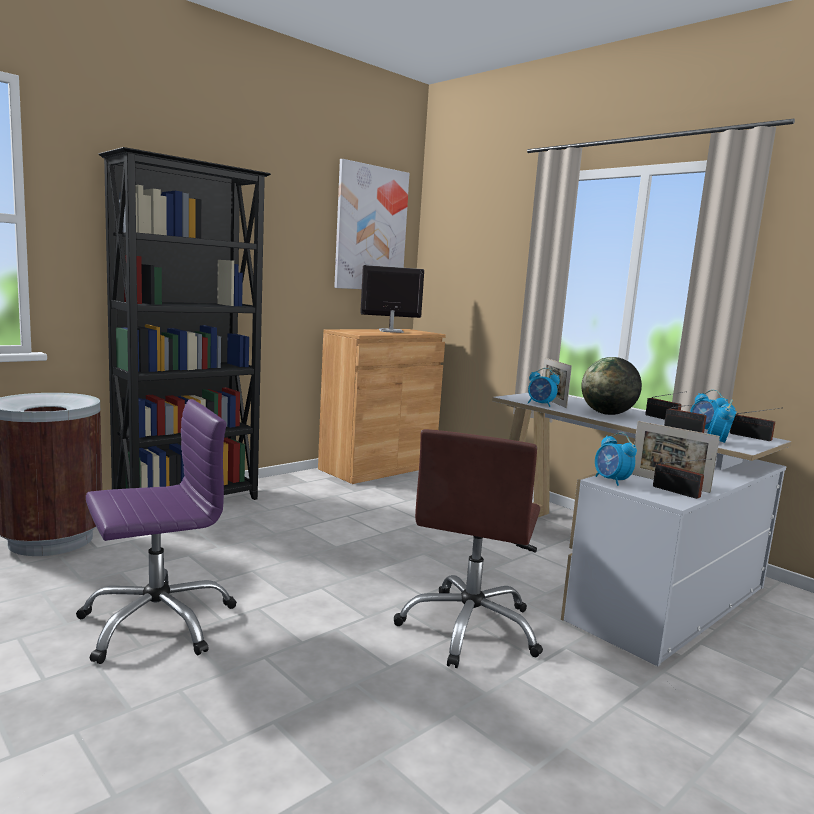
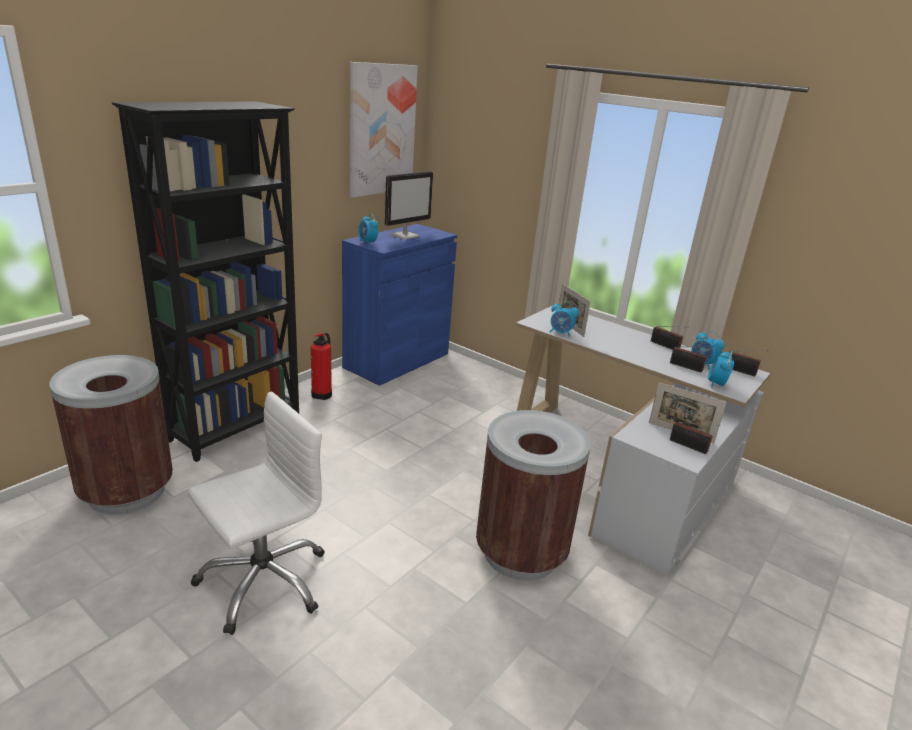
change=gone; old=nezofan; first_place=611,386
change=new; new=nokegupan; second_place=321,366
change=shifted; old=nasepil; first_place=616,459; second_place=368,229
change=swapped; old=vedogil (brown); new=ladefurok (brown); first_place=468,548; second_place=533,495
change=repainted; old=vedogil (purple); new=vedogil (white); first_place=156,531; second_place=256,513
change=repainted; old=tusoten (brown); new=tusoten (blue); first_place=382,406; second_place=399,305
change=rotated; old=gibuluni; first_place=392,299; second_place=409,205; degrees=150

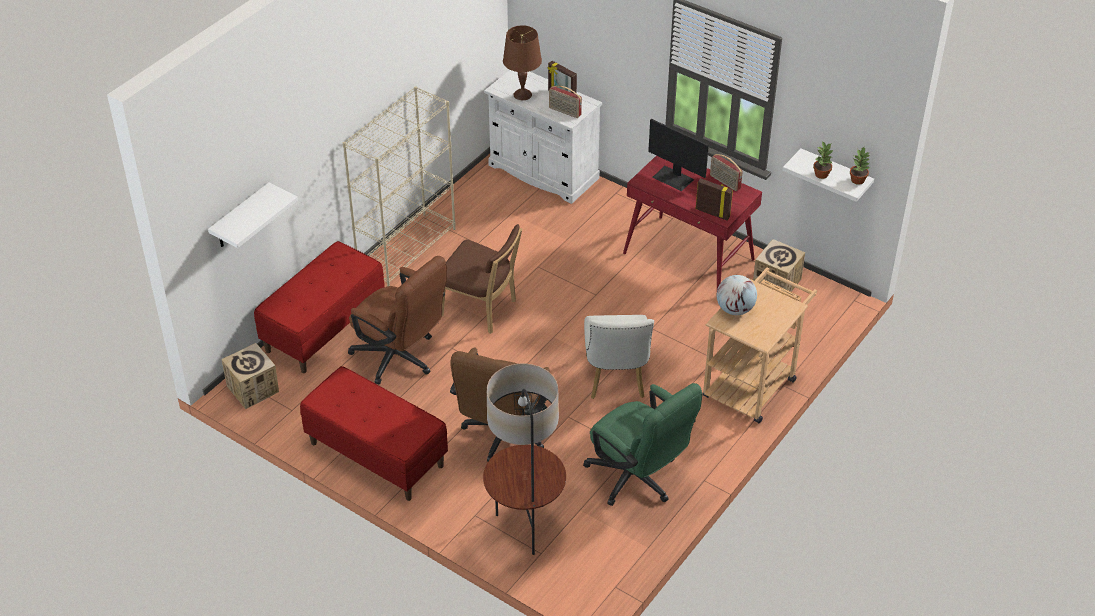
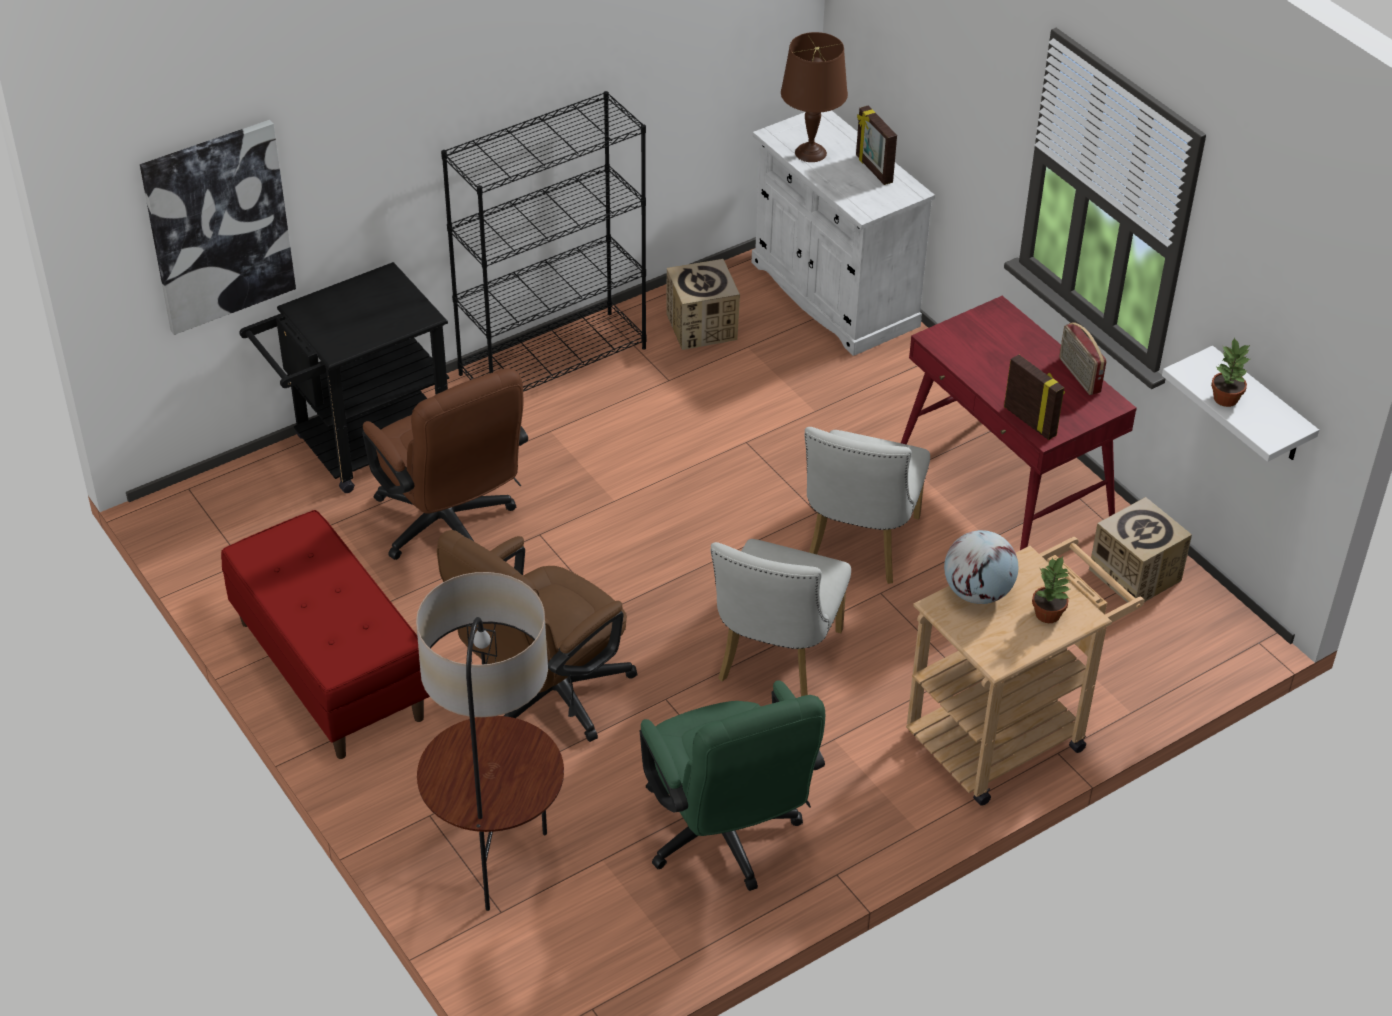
change=gone; old=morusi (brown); first_place=482,279
change=gone; old=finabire; first_place=565,101
change=gone; old=gibuluni; first_place=678,155
change=new; new=morusi (white); second_place=867,505
change=shifted; old=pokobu; first_place=250,376; second_place=703,304
change=shifted; old=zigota; first_place=860,166; second_place=1051,590
change=swapped; old=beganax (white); new=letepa; first_place=253,215; second_place=218,227
change=swapped; old=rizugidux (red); new=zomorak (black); first_place=319,307; second_place=344,377
change=repainted; old=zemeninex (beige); new=zemeninex (black); first_place=399,186; second_place=543,241

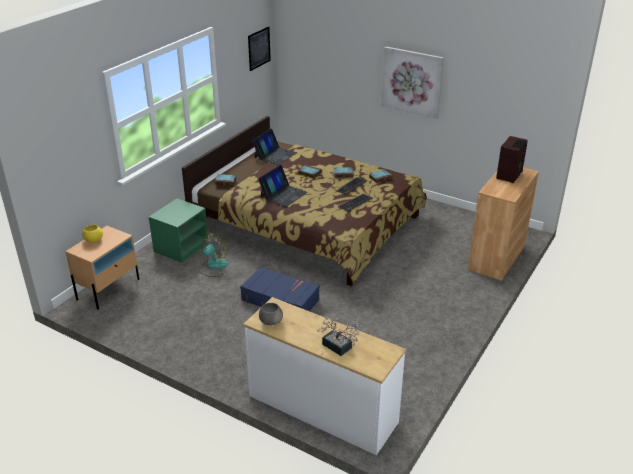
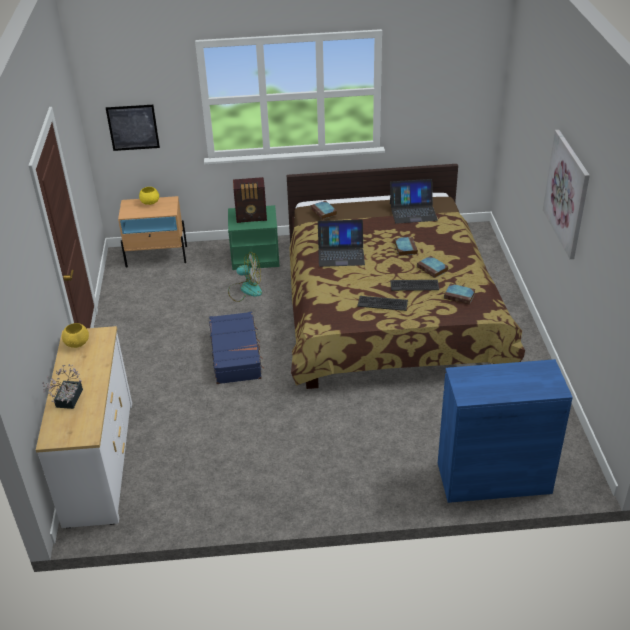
change=shifted; old=letepa; first_place=259,48; second_place=133,128
change=shifted; old=finabire; first_place=512,159; second_place=250,200
change=repainted; old=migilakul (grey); new=migilakul (yellow); first_place=271,314; second_place=75,335
change=repainted; old=tusoten (brown); new=tusoten (blue); first_place=503,224; second_place=505,431

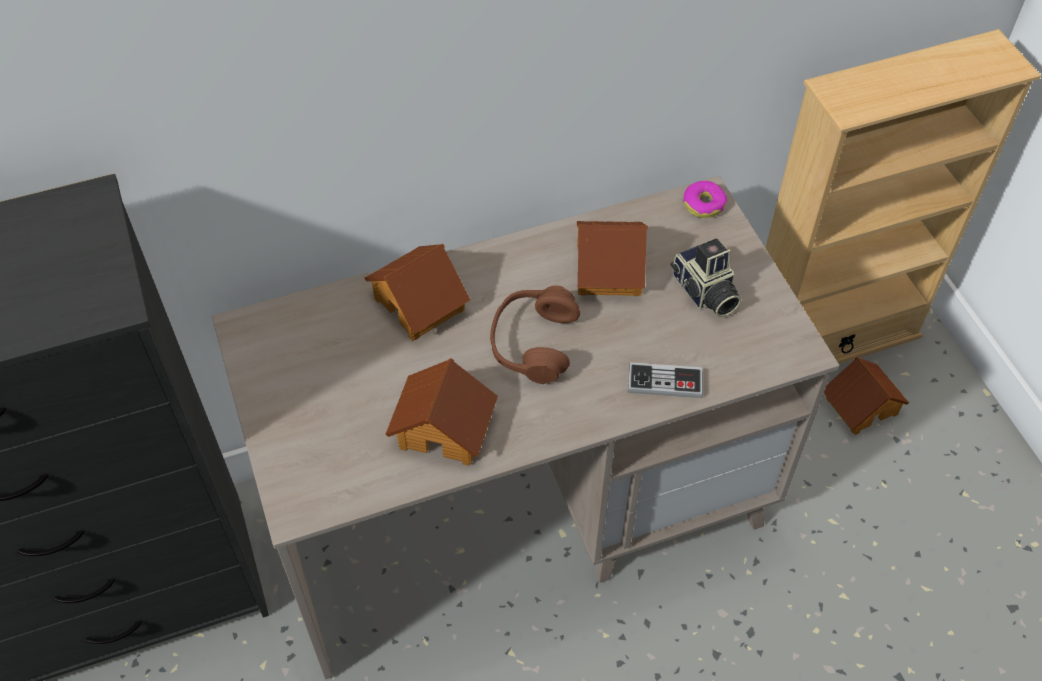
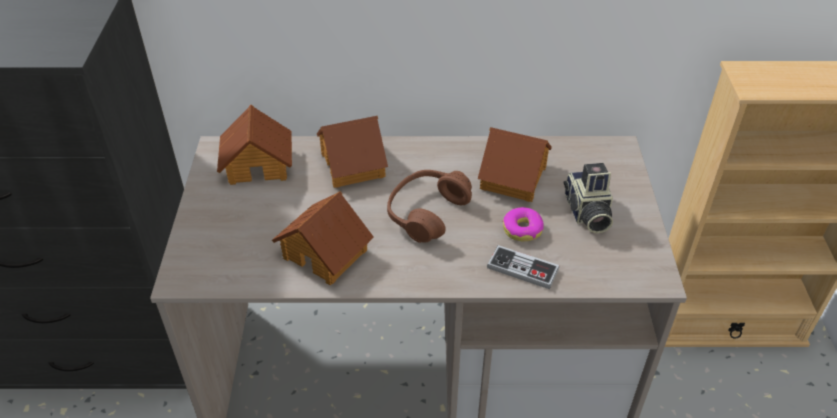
change=shifted; old=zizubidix; first_place=705,199; second_place=523,224
change=shifted; old=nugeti; first_place=866,396; second_place=254,145

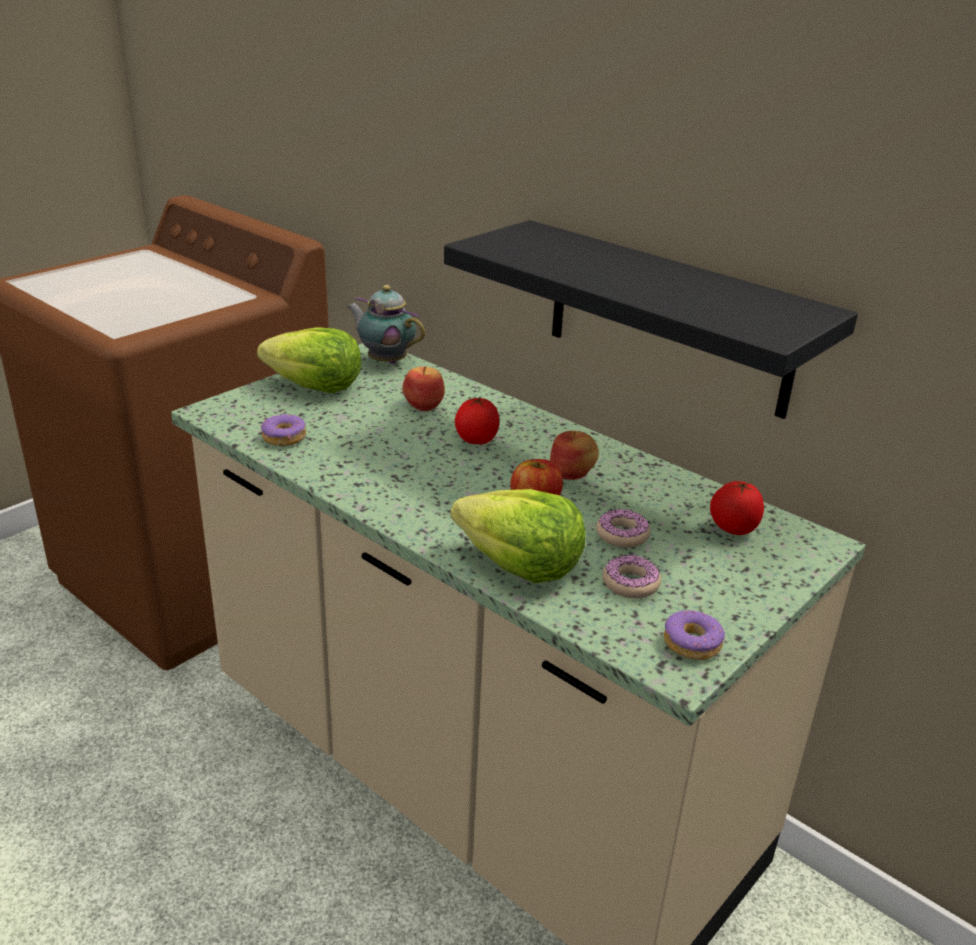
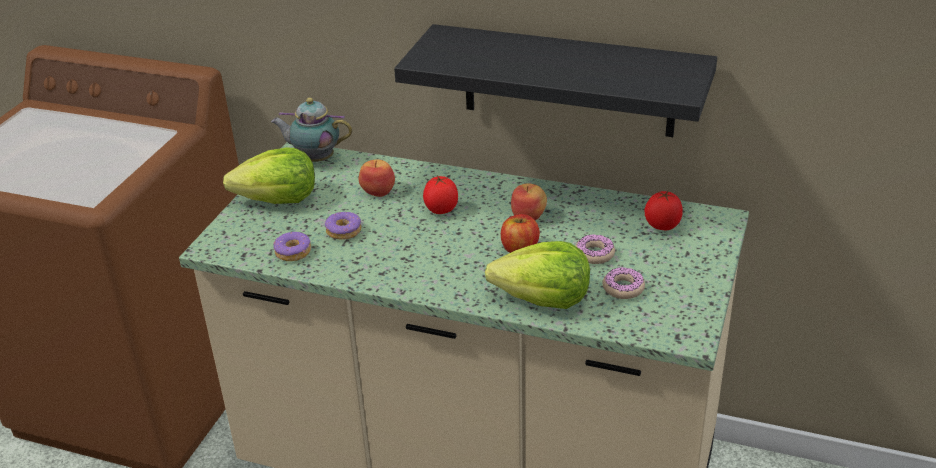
change=shifted; old=zizubidix; first_place=694,635; second_place=343,226

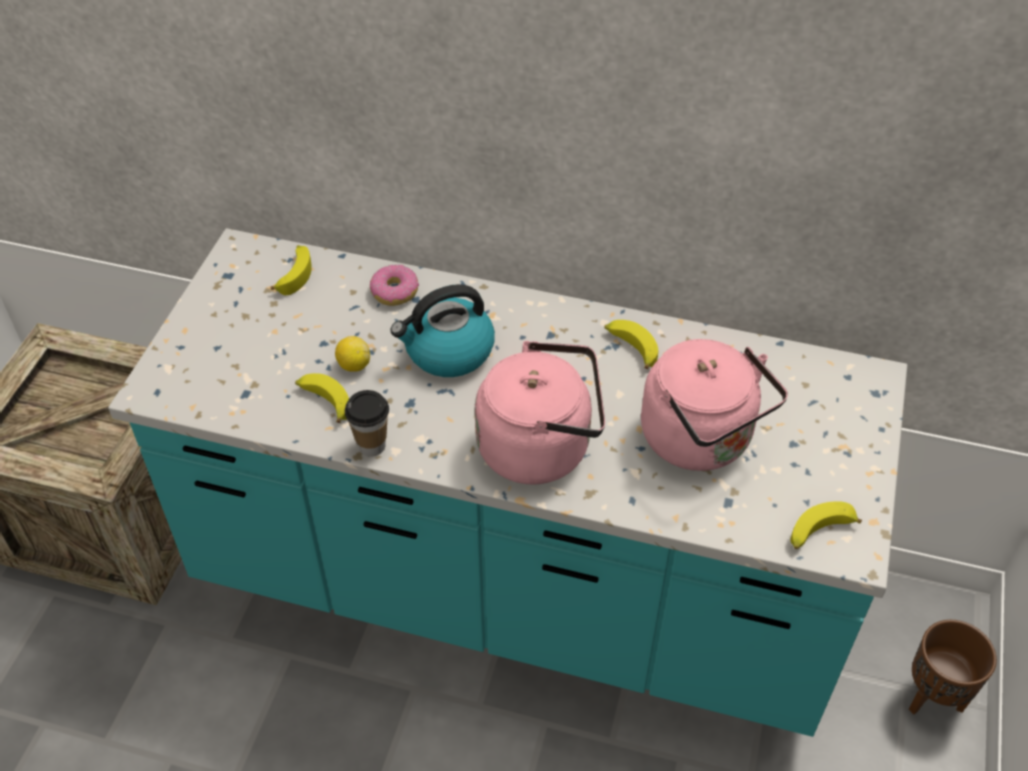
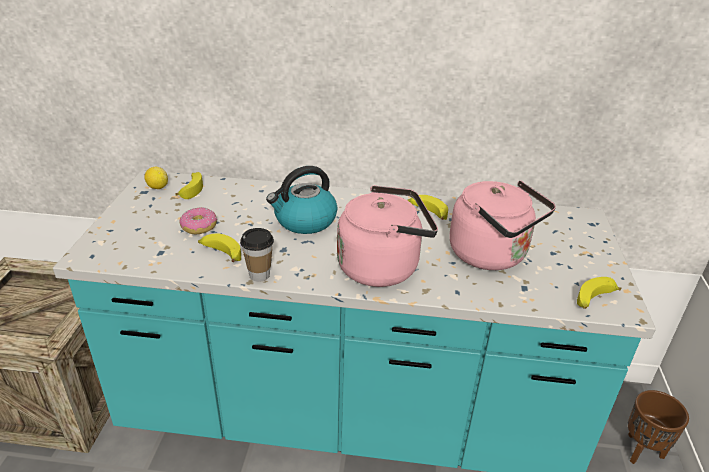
change=shifted; old=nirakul; first_place=352,354; second_place=156,178
change=shifted; old=zizubidix; first_place=394,285; second_place=198,220

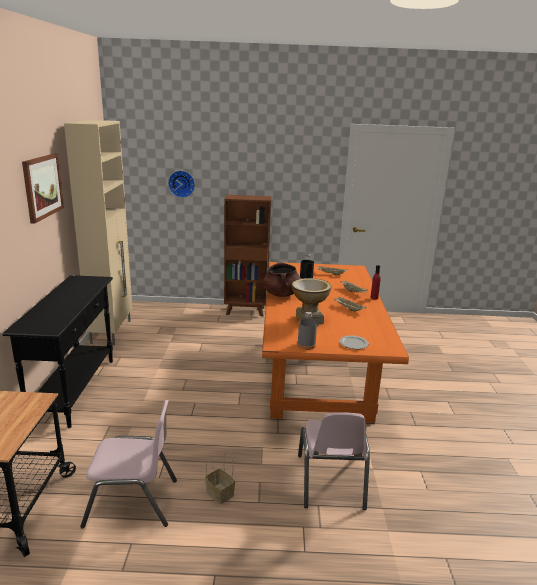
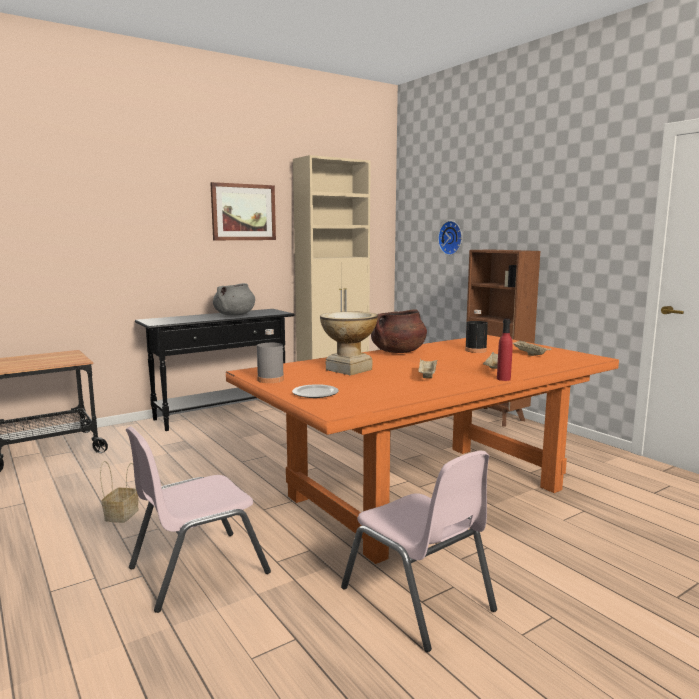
change=new; new=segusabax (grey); second_place=234,299
change=shifted; old=morusi (pink); first_place=128,464; second_place=419,551

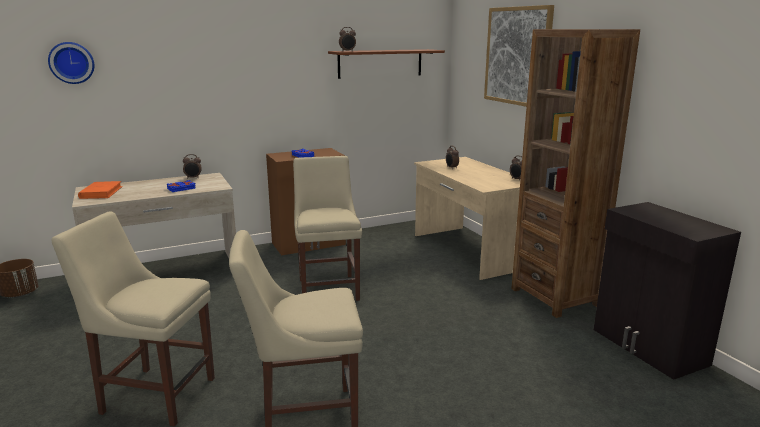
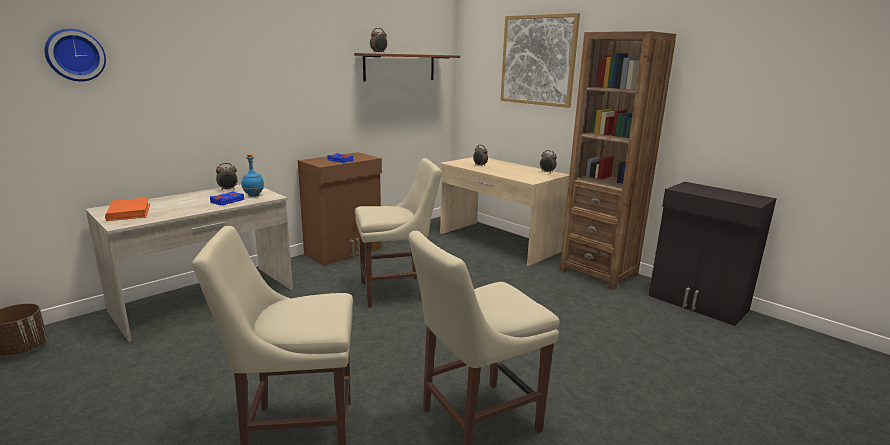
change=new; new=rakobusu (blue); second_place=252,175
change=rotated; old=morusi (beige); first_place=327,228; second_place=398,232; degrees=105

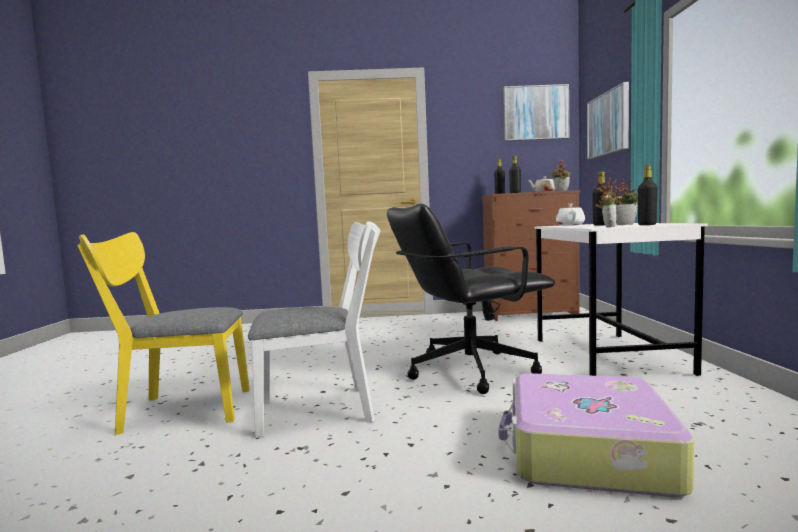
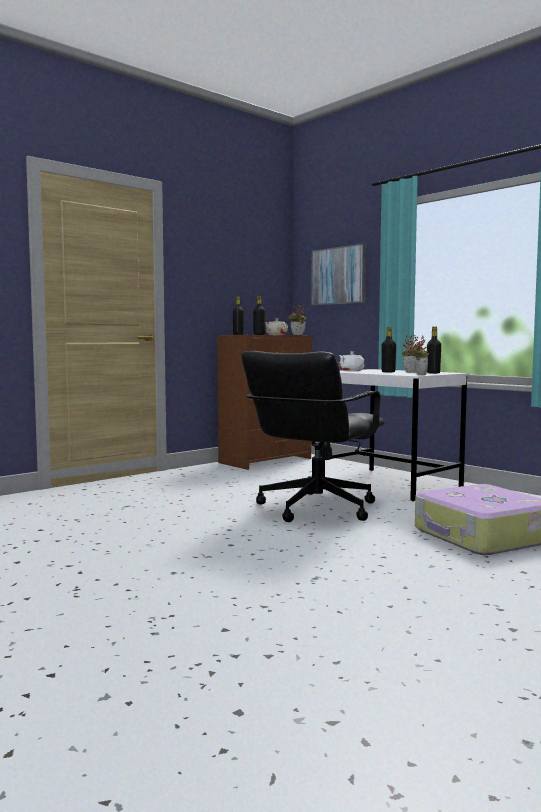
change=gone; old=morusi (yellow); first_place=164,333
change=gone; old=morusi (white); first_place=314,329
change=gone; old=letepa; first_place=536,112

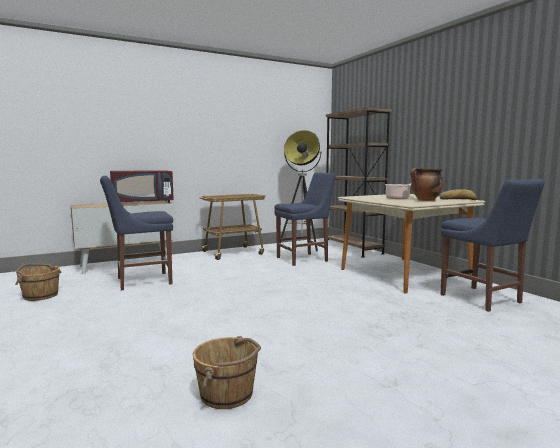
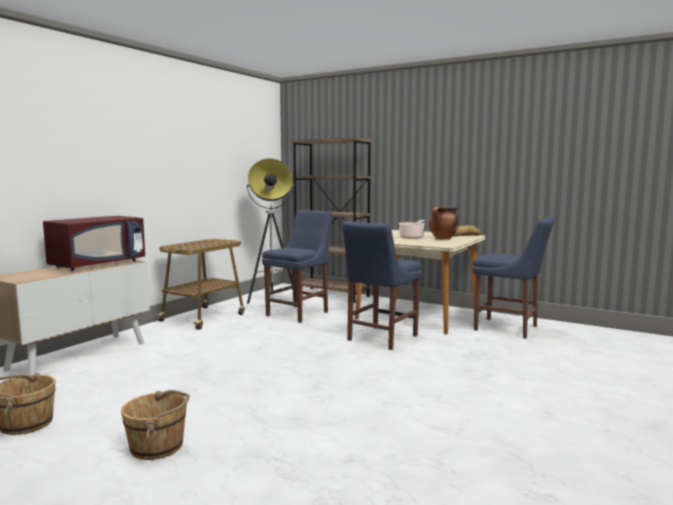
change=shifted; old=morusi (blue); first_place=136,233; second_place=382,285
change=shifted; old=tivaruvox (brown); first_place=227,372; second_place=155,425

